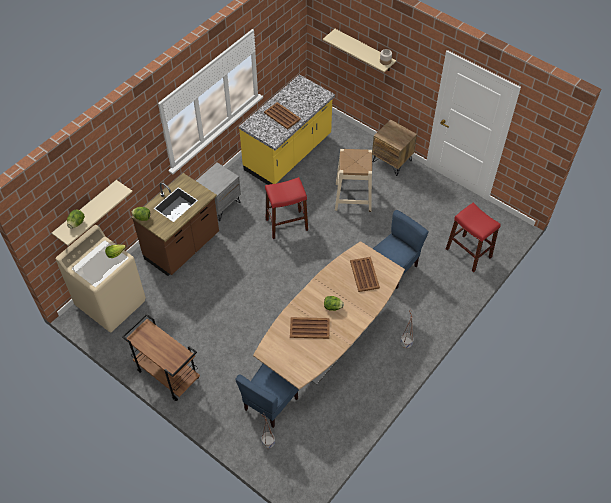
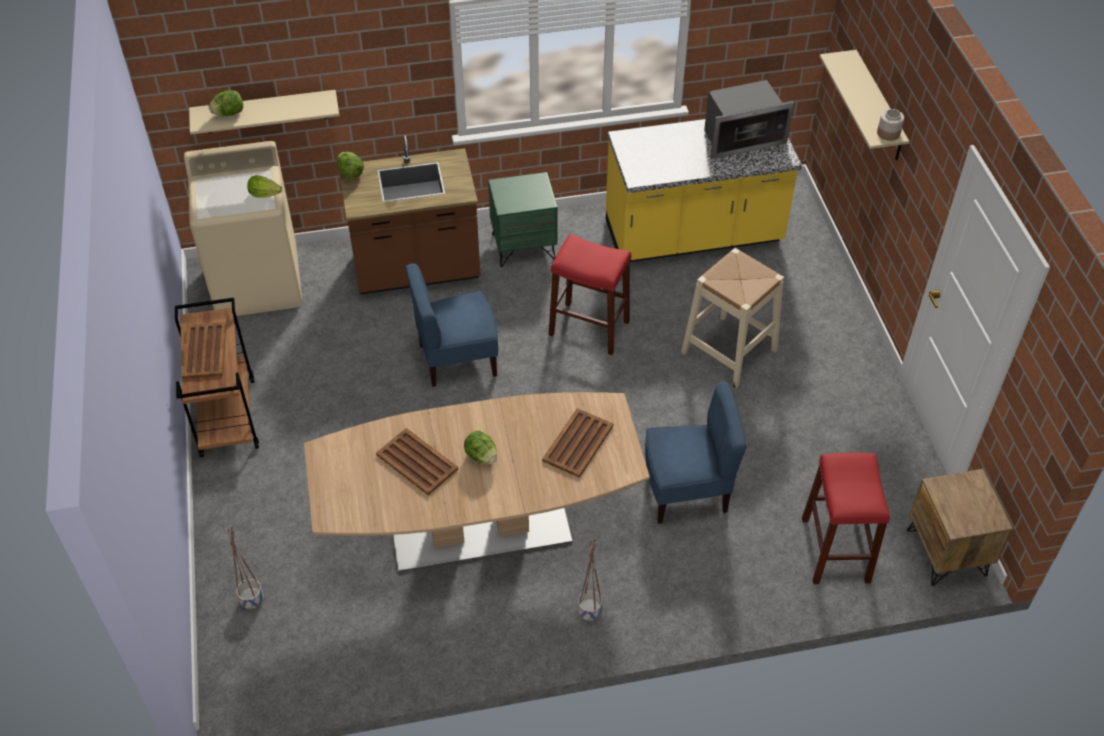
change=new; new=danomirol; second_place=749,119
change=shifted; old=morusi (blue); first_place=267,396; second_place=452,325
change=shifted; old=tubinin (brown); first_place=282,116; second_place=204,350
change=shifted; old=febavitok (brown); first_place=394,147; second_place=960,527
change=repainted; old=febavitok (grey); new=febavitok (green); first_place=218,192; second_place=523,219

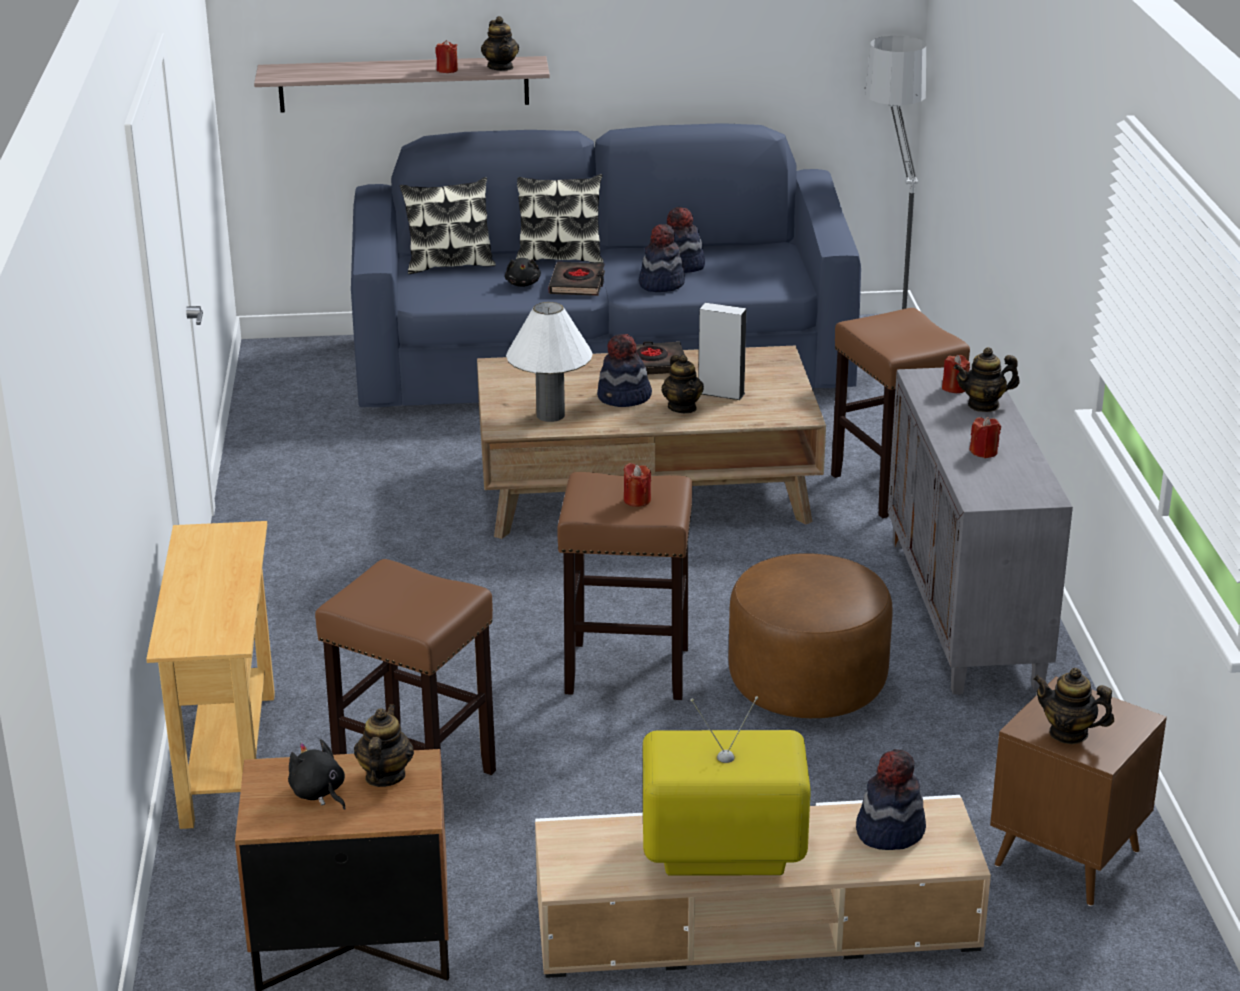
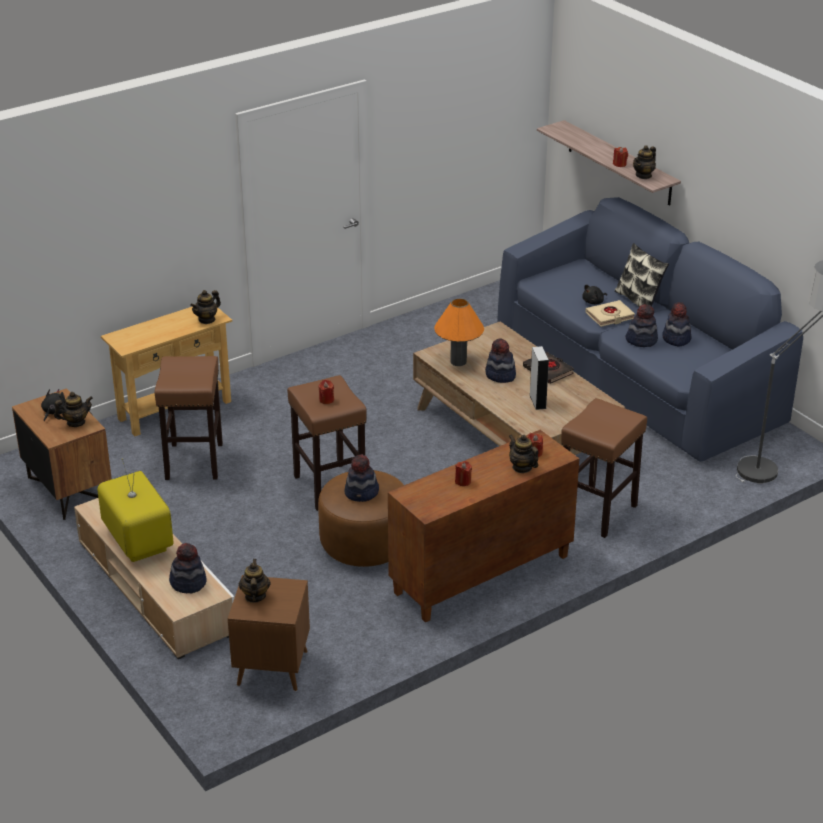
change=gone; old=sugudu; first_place=448,225
change=new; new=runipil; second_place=361,478
change=shifted; old=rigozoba; first_place=683,384; second_place=205,307
change=repainted; old=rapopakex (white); new=rapopakex (orange); first_place=549,362; second_place=459,332
change=repainted; old=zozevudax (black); new=zozevudax (beige); first_place=577,279; second_place=610,313
change=repainted; old=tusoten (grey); new=tusoten (brown); first_place=980,530; second_place=483,526

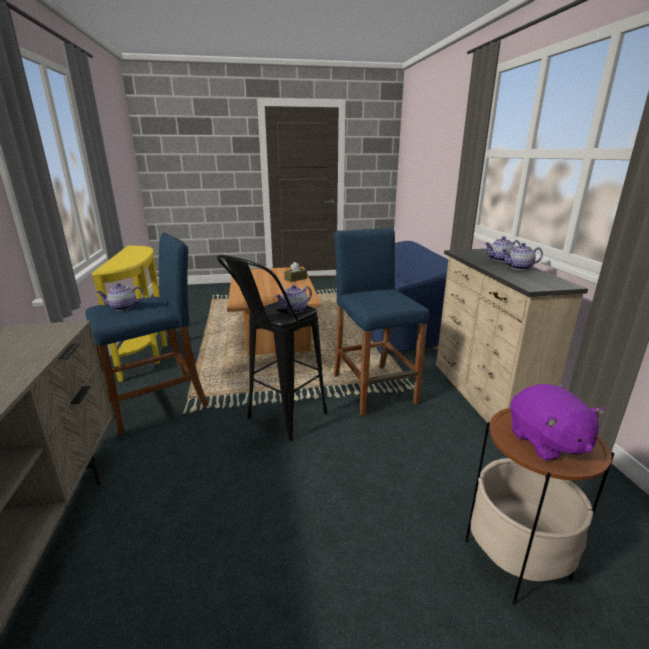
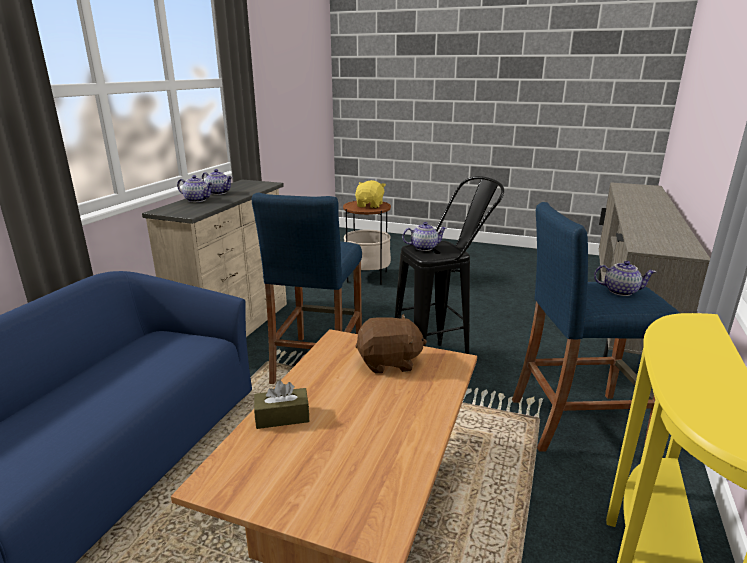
change=new; new=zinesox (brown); second_place=391,344
change=repainted; old=zinesox (purple); new=zinesox (yellow); first_place=557,422; second_place=370,194

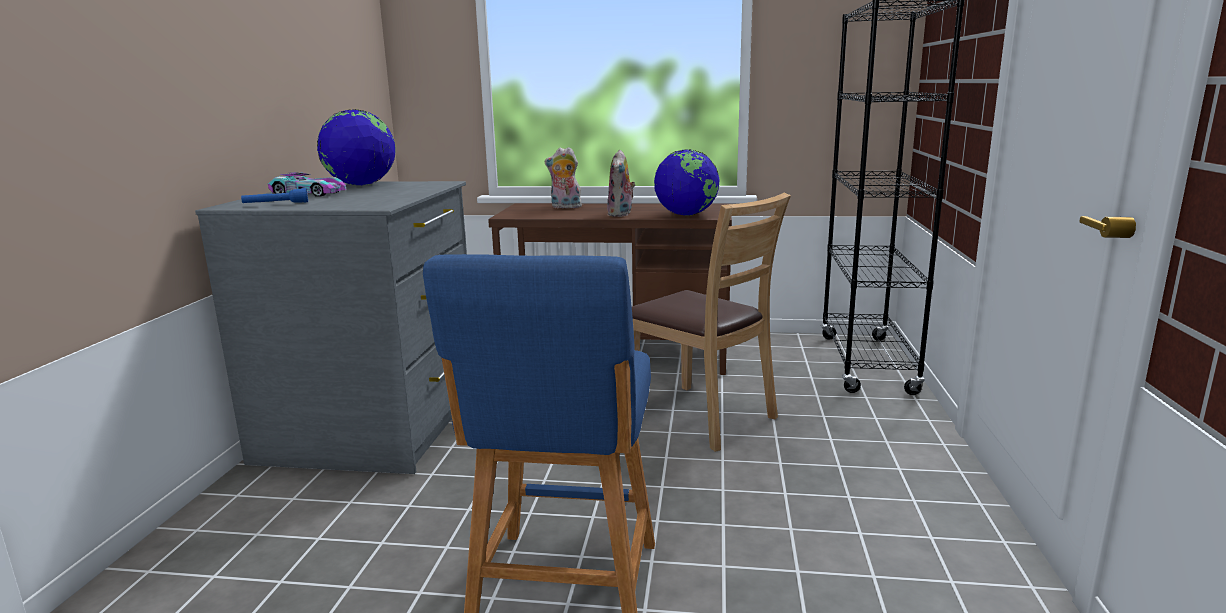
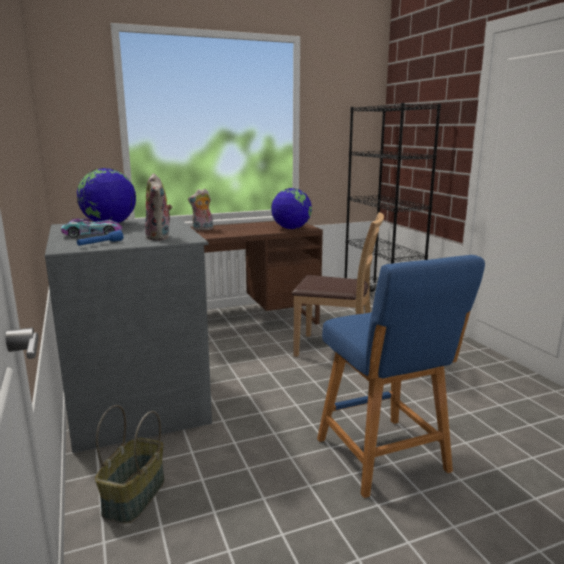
change=new; new=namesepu; second_place=129,464
change=shifted; old=zinesox; first_place=621,183; second_place=159,206

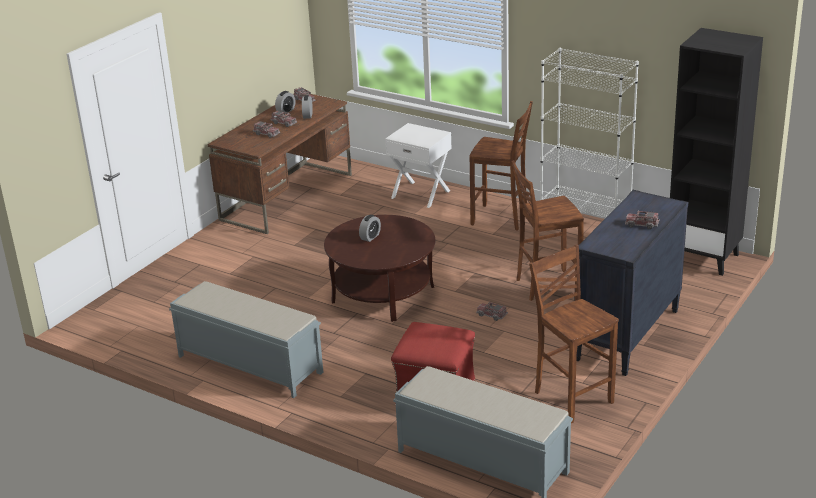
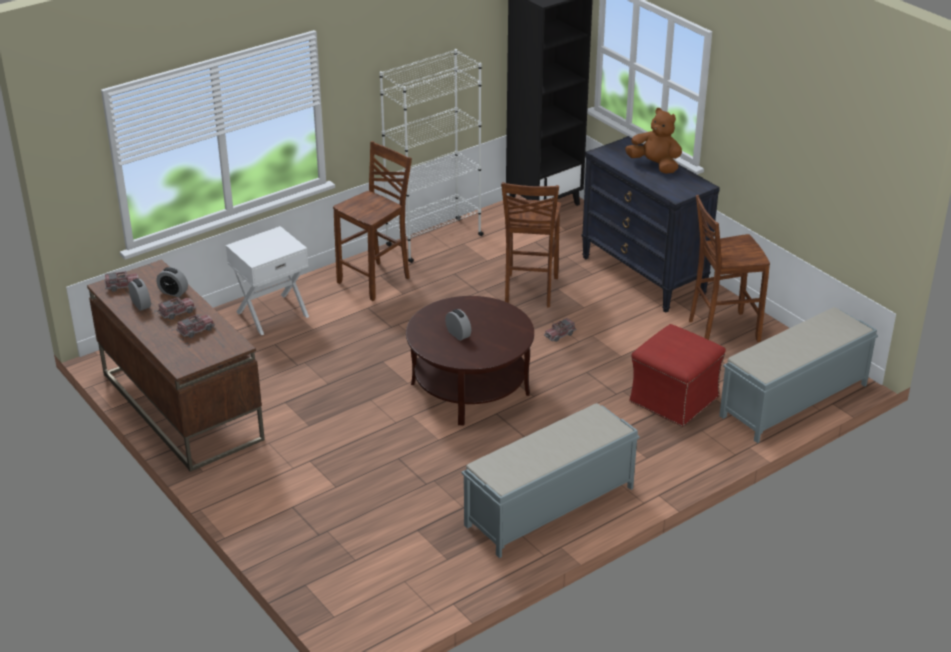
change=swapped; old=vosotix; new=zinesox (brown); first_place=642,219; second_place=653,141

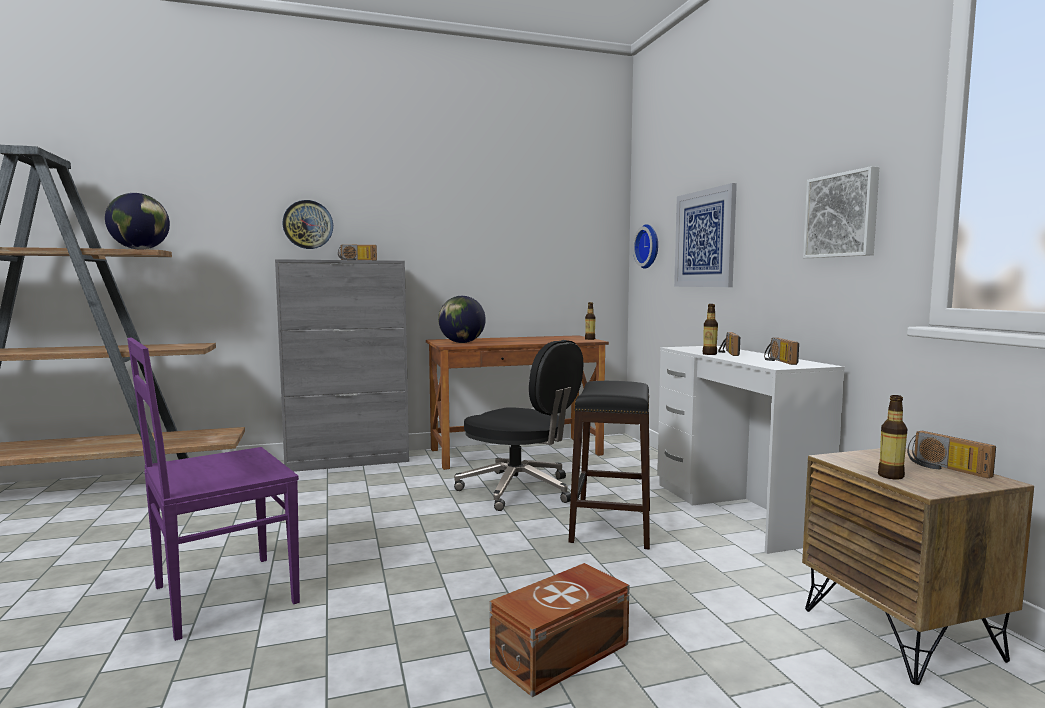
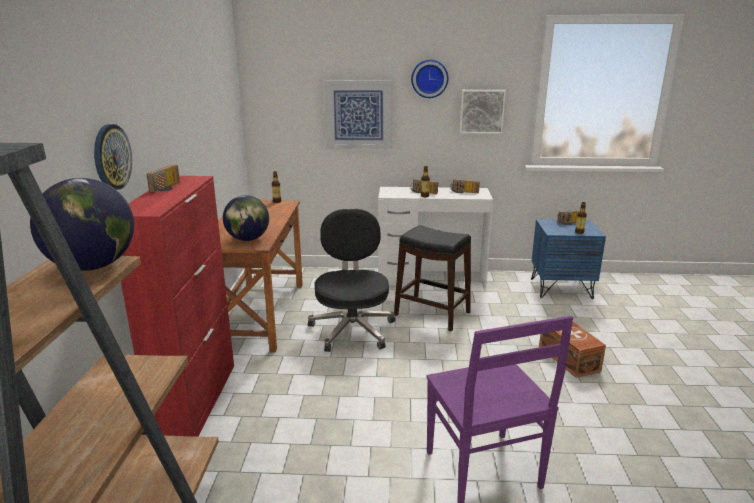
change=shifted; old=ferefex; first_place=645,246; second_place=429,79
change=repainted; old=tusoten (grey); new=tusoten (red); first_place=342,365; second_place=177,306
change=repainted; old=febavitok (brown); new=febavitok (blue); first_place=918,566; second_place=568,259
change=rotated; old=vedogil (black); first_place=519,425; second_place=351,280; degrees=-60

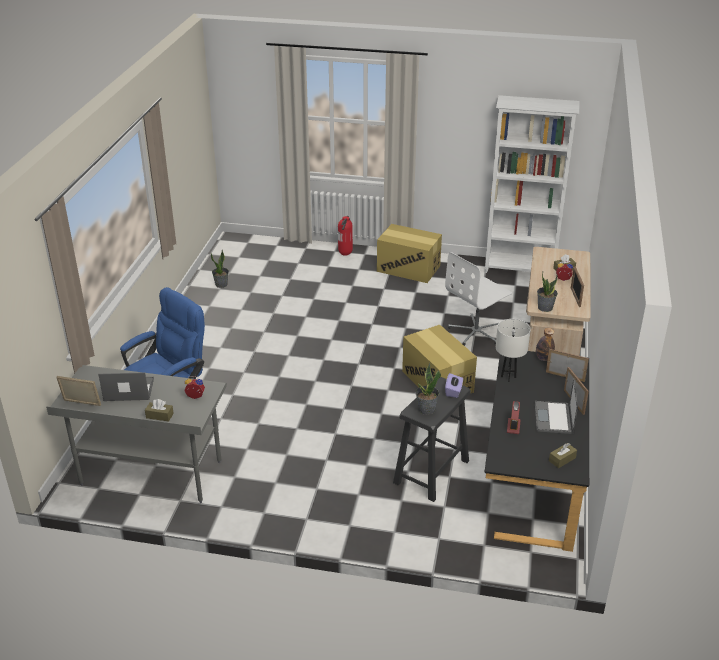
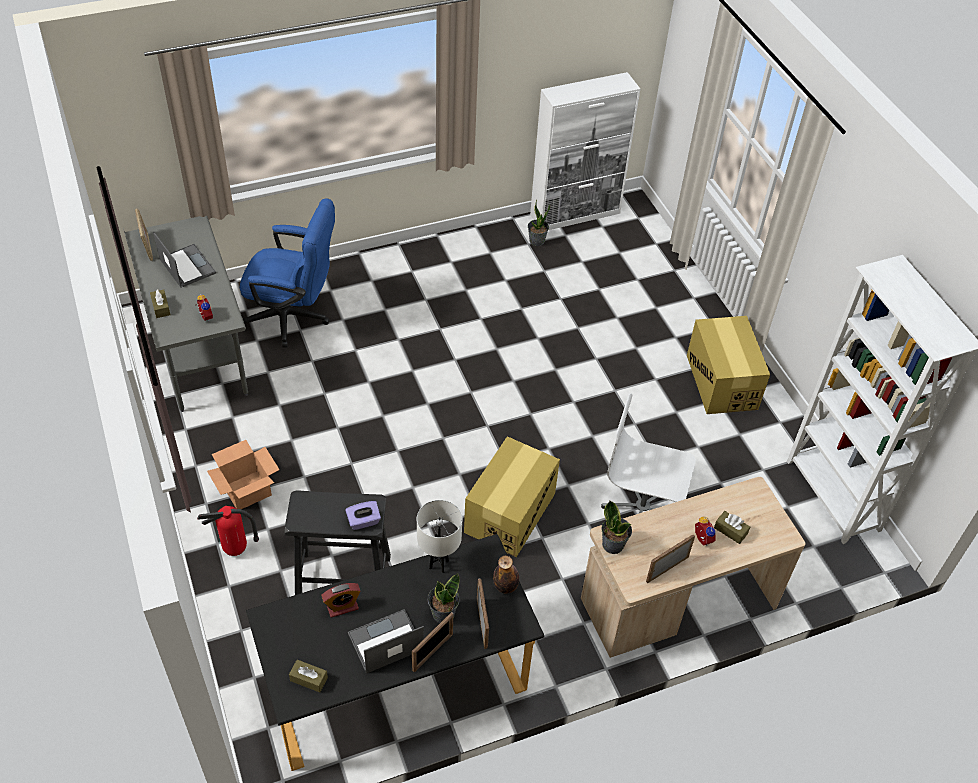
change=new; new=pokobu; second_place=243,474
change=new; new=tusoten (white); second_place=585,151
change=shifted; old=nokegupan; first_place=345,236; second_place=228,531
change=shifted; old=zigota; first_place=428,388; second_place=444,598

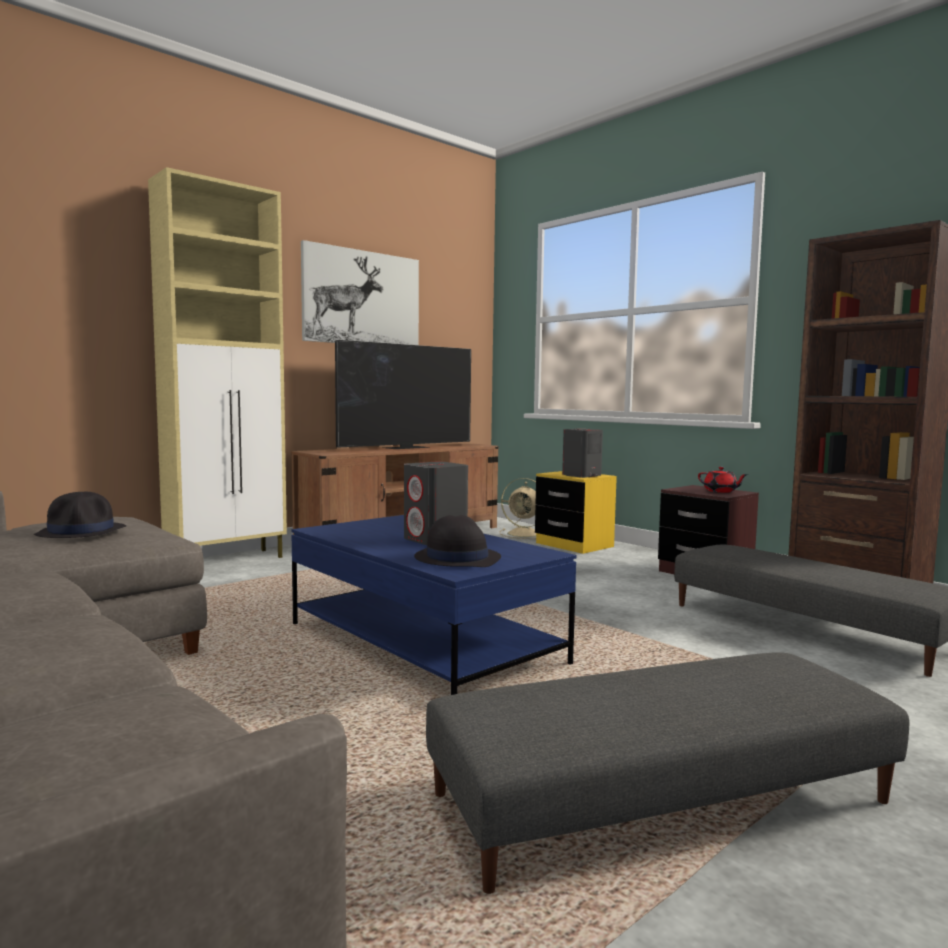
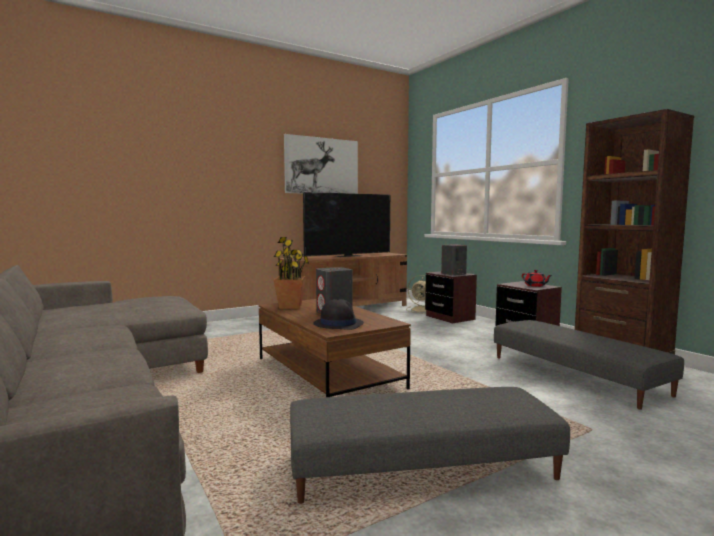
change=gone; old=runipil (black); first_place=79,515
change=gone; old=tusoten (beige); first_place=217,362
change=new; new=zigota; second_place=291,273
change=repainted; old=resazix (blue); new=resazix (brown); first_place=434,605; second_place=335,348
change=repainted; old=febavitok (yellow); new=febavitok (brown); first_place=576,512; second_place=451,297

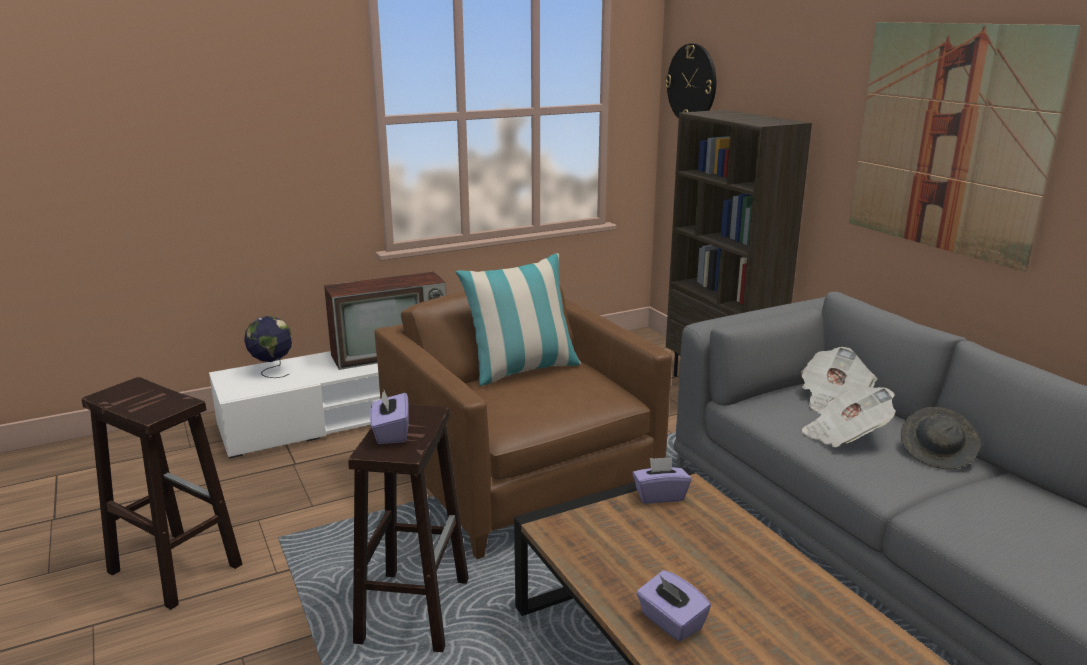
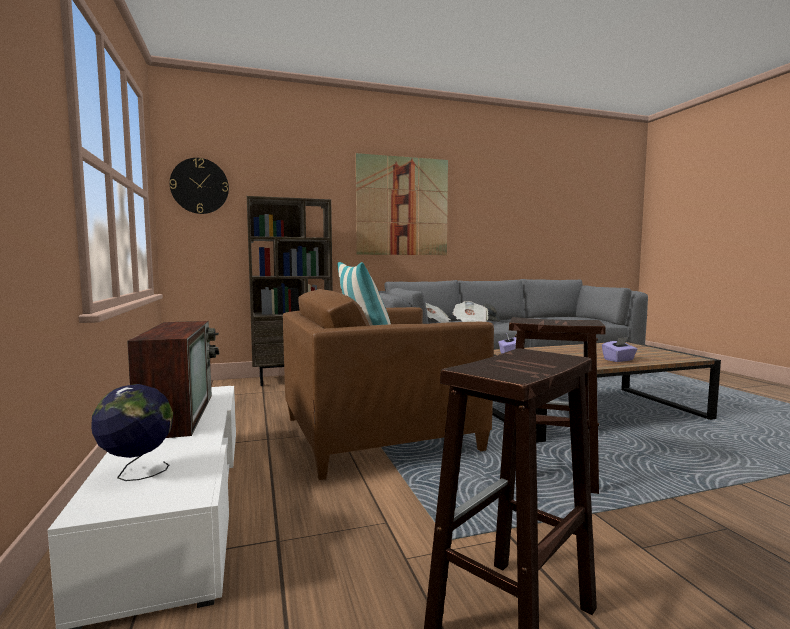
change=gone; old=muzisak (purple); first_place=389,416

